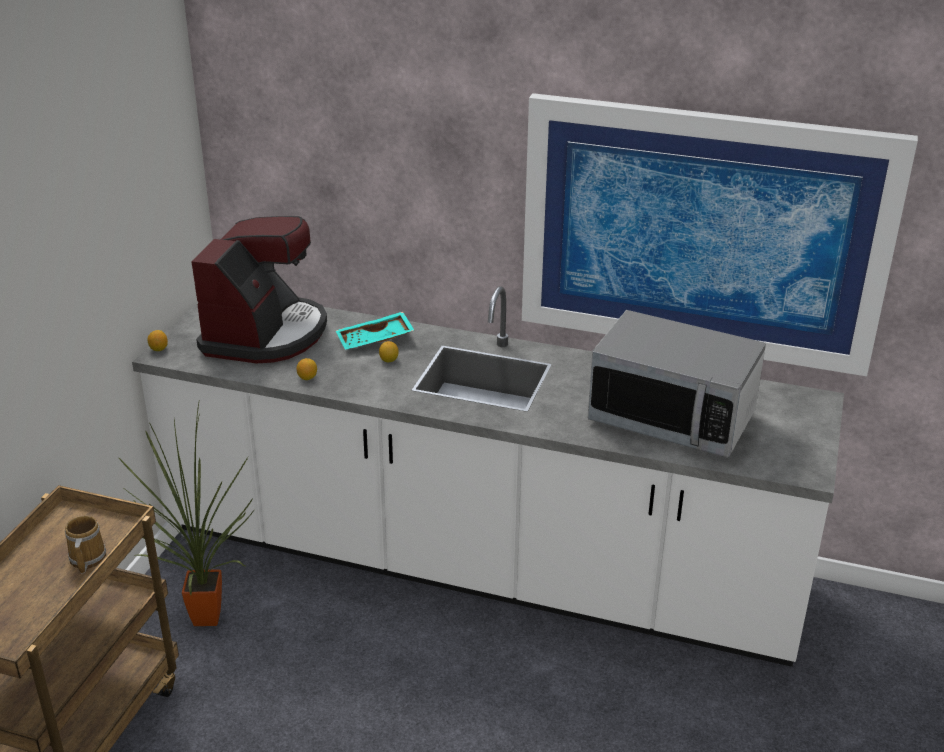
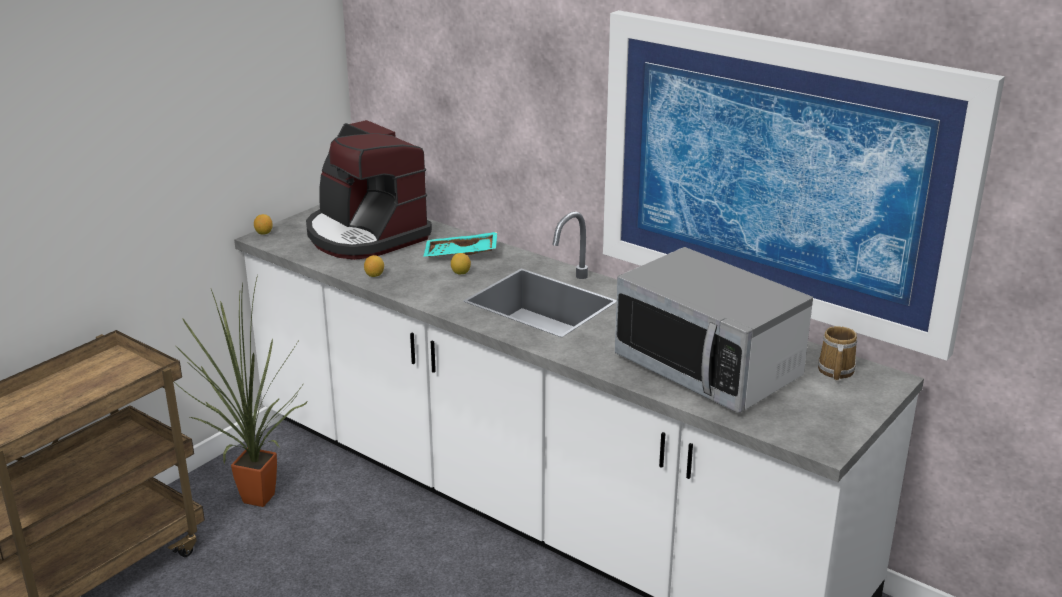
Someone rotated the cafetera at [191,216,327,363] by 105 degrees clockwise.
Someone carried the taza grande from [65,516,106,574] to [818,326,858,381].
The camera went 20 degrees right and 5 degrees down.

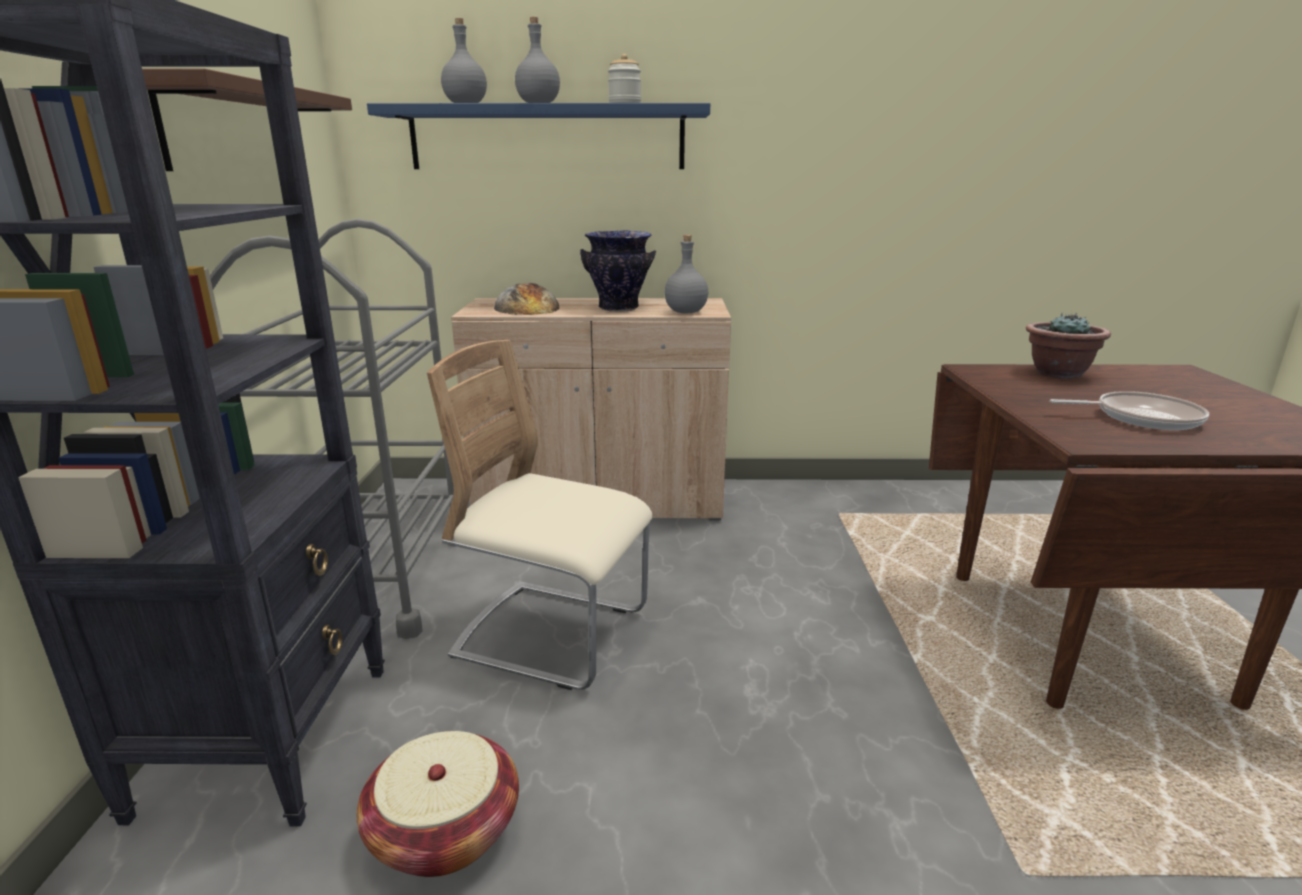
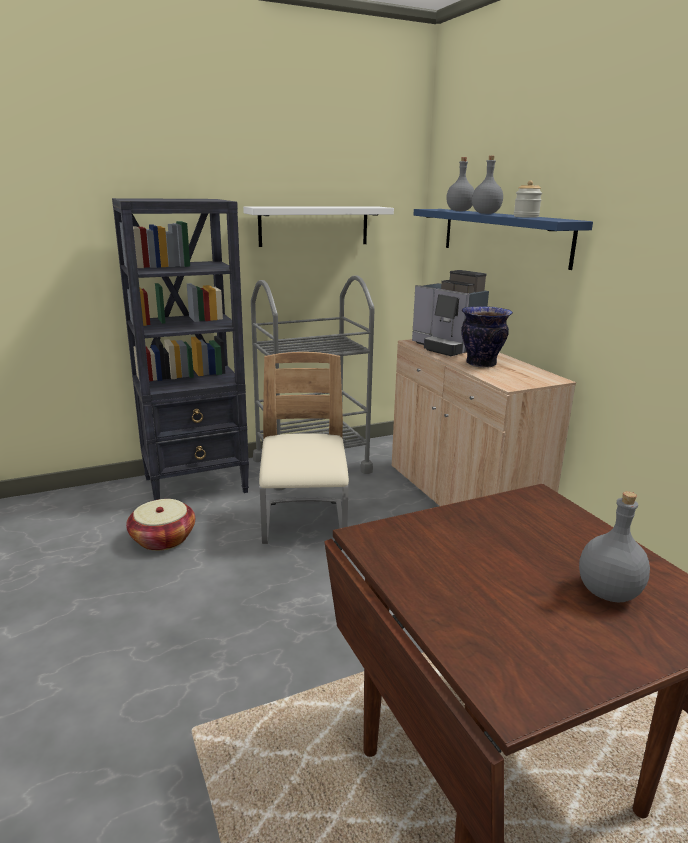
Someone repainted the estante/marrón at [142,68,352,171], which became the estante/blanco at [243,206,394,247].
Someone carried the botella/gris from [665,235,708,313] to [579,491,650,603].
Someone swapped the pan at [494,283,559,315] for the cafetera at [412,270,489,356].
Someone took away the planta en maceta at [1026,313,1111,379].
Someone took away the sartén at [1050,391,1209,430].
The camera went 65 degrees right and 0 degrees up.

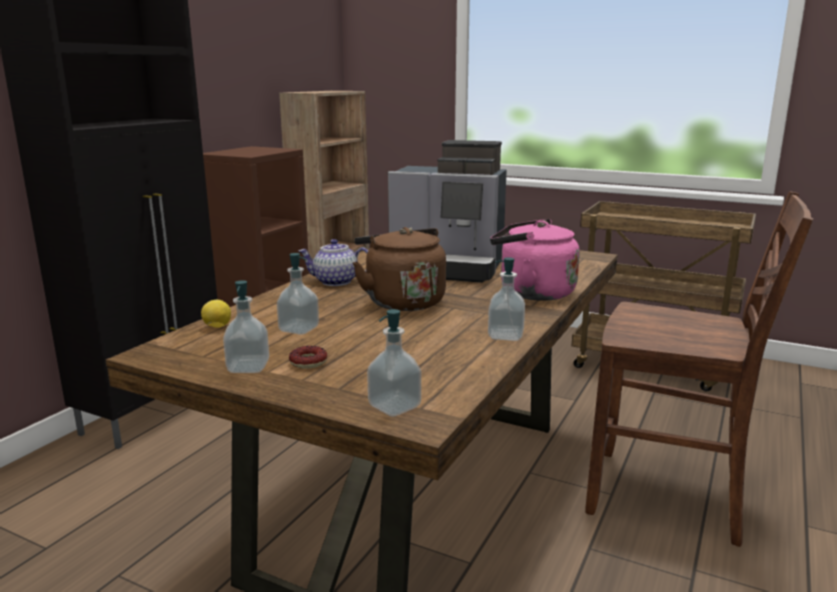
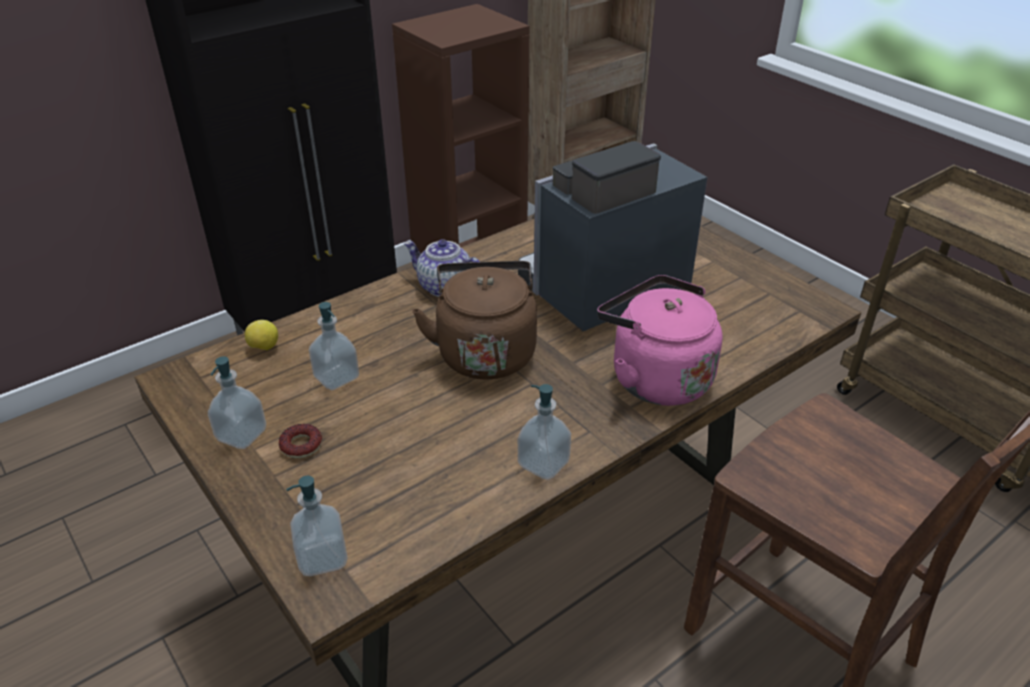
Someone rotated the cafetera at [388,140,507,283] by 105 degrees clockwise.
The camera went 25 degrees right and 20 degrees up.

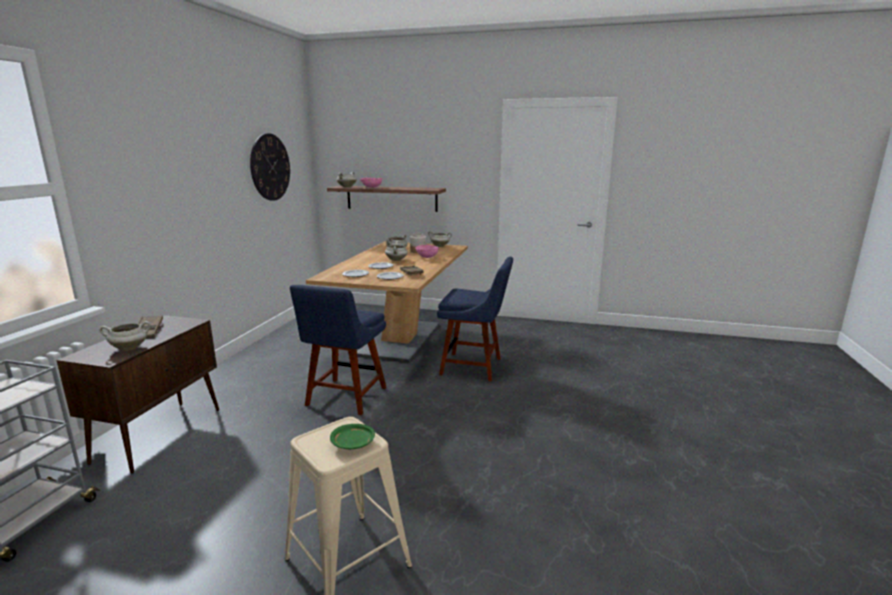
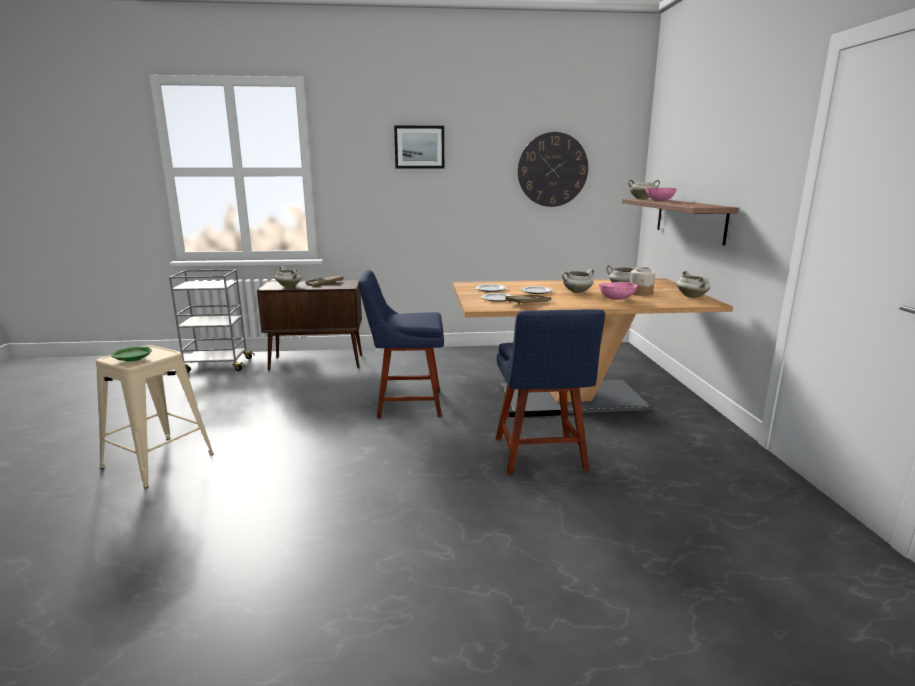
Someone put up the cuadro at [394,125,444,168].
The camera went 70 degrees right and 0 degrees up.

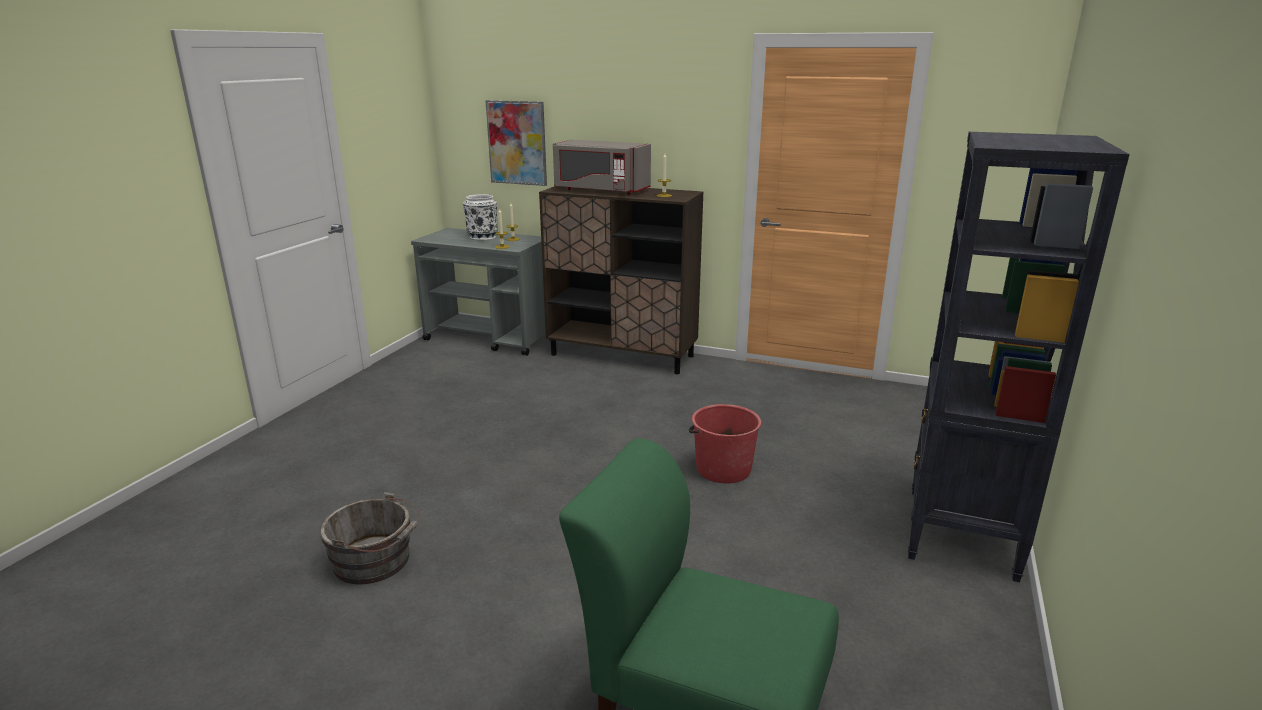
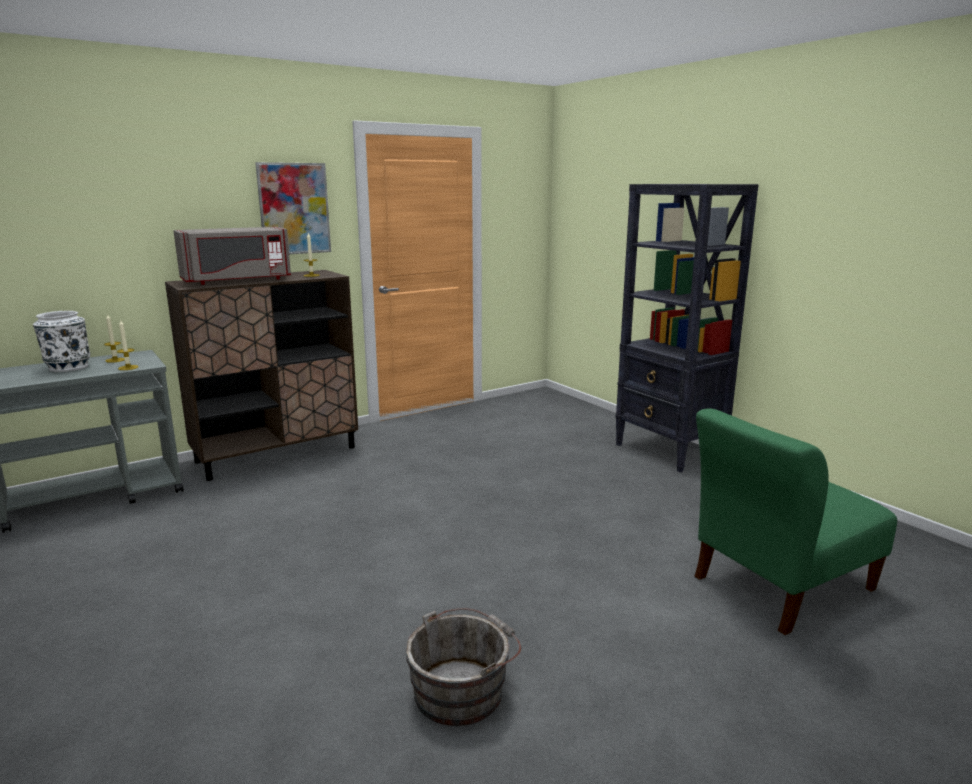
Someone carried the cuadro from [485,100,547,186] to [255,162,331,254].
Someone took away the cubo/rojo at [689,404,761,484].
The camera went 55 degrees left and 5 degrees down.

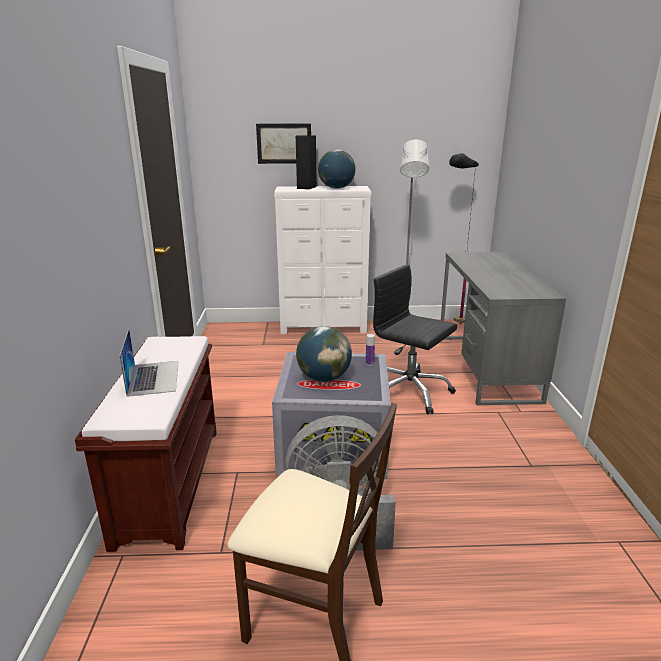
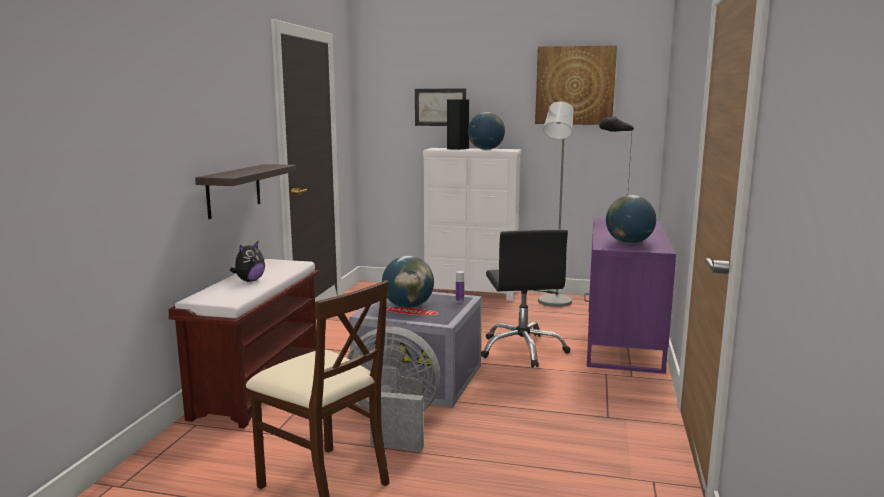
Someone repainted the escritorio/gris at [441,252,566,405], which became the escritorio/morado at [584,217,676,374].
Someone rotated the silla de oficina/negro at [373,264,457,414] by 150 degrees counterclockwise.
Someone swapped the portátil at [120,329,179,397] for the peluche at [230,241,265,282].
Someone put up the cuadro at [535,46,617,125].
Someone put up the estante at [195,164,296,219].
Someone put down the globo terráqueo at [606,195,656,244].
The camera went 15 degrees right and 10 degrees down.

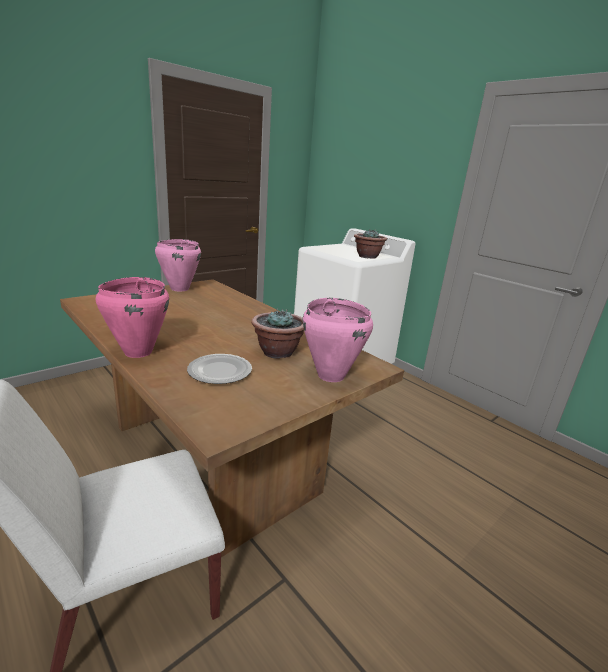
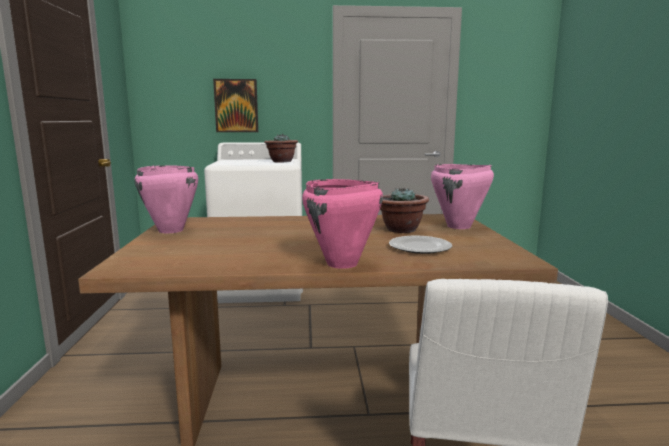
Someone put up the cuadro at [213,79,258,132].
The camera went 50 degrees left and 10 degrees down.

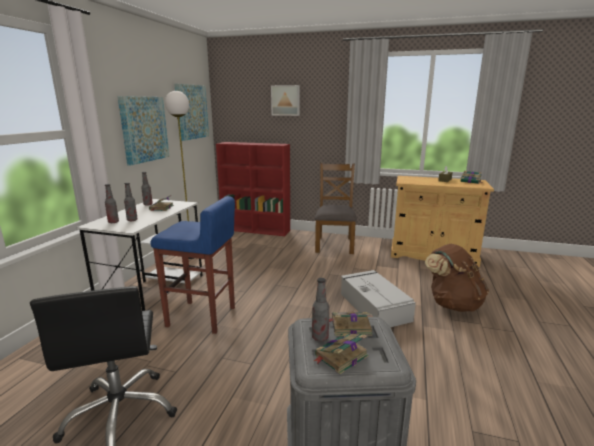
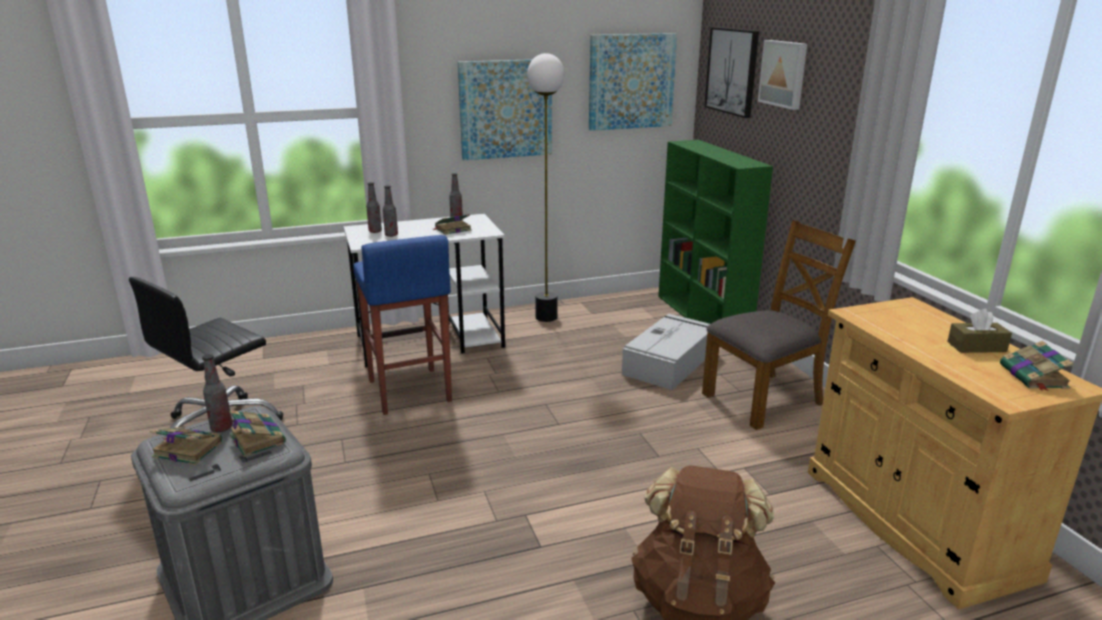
Someone repainted the estantería/rojo at [216,142,290,236], which became the estantería/verde at [658,140,773,324].
Someone carried the caja de almacenaje/gris from [341,270,416,327] to [622,314,710,390].
Someone put up the cuadro at [704,27,759,118].
The camera went 55 degrees right and 5 degrees up.

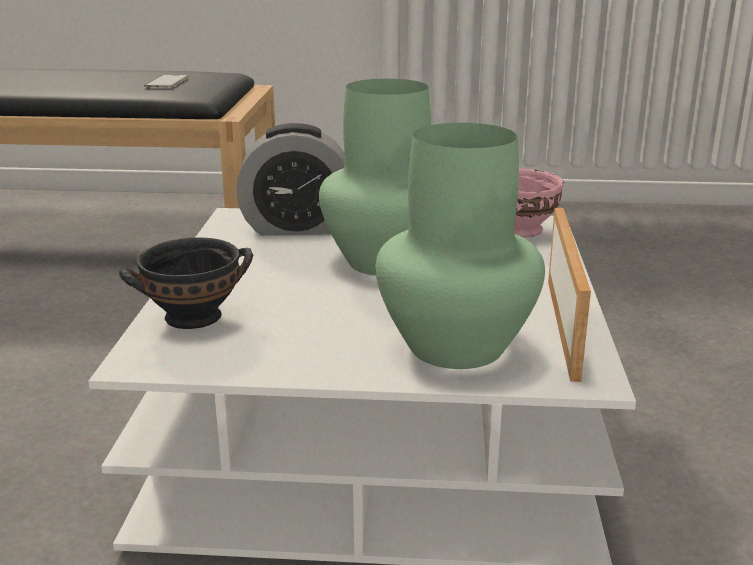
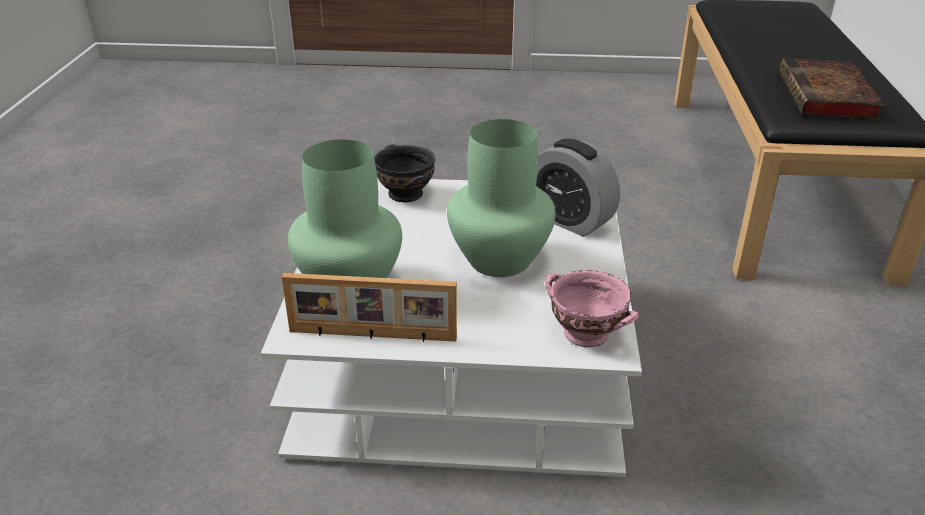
Someone swapped the móvil at [144,75,189,88] for the libro at [779,58,885,120].
Someone rotated the despertador at [236,123,345,236] by 45 degrees counterclockwise.
The camera went 90 degrees right and 10 degrees up.

